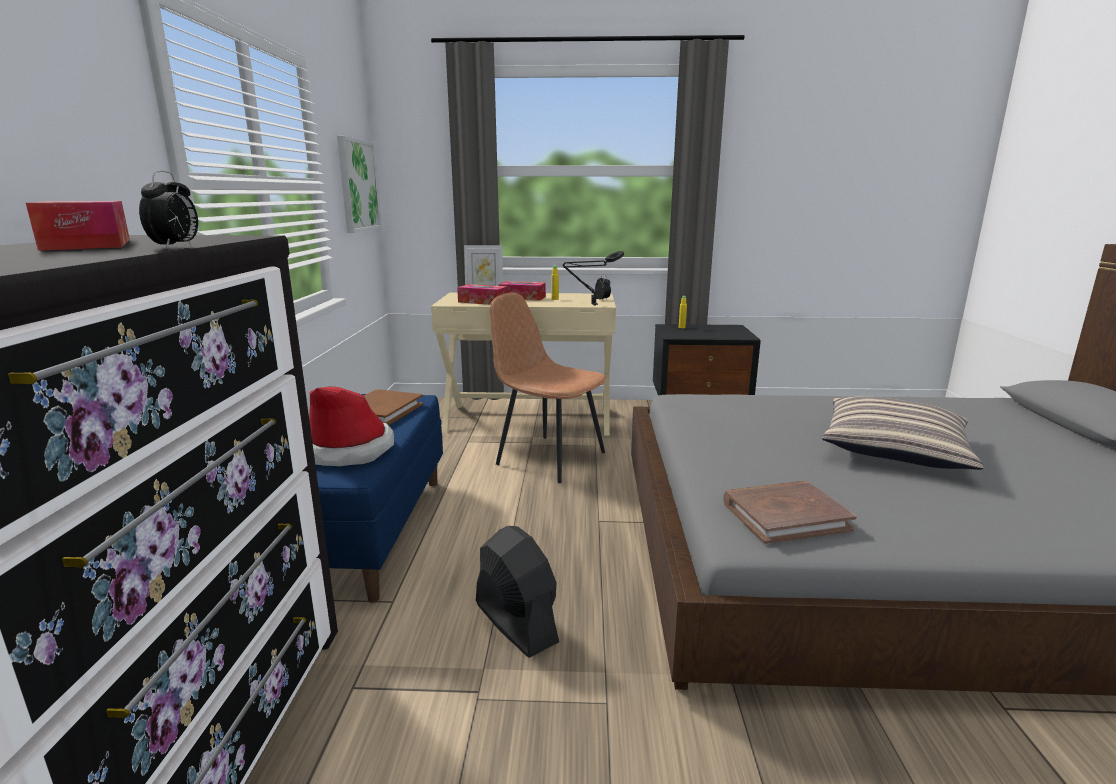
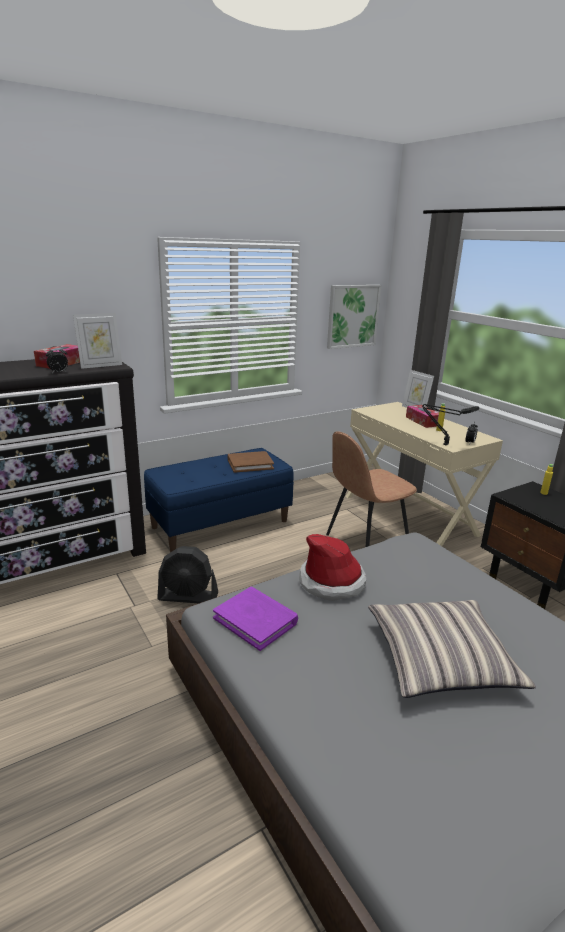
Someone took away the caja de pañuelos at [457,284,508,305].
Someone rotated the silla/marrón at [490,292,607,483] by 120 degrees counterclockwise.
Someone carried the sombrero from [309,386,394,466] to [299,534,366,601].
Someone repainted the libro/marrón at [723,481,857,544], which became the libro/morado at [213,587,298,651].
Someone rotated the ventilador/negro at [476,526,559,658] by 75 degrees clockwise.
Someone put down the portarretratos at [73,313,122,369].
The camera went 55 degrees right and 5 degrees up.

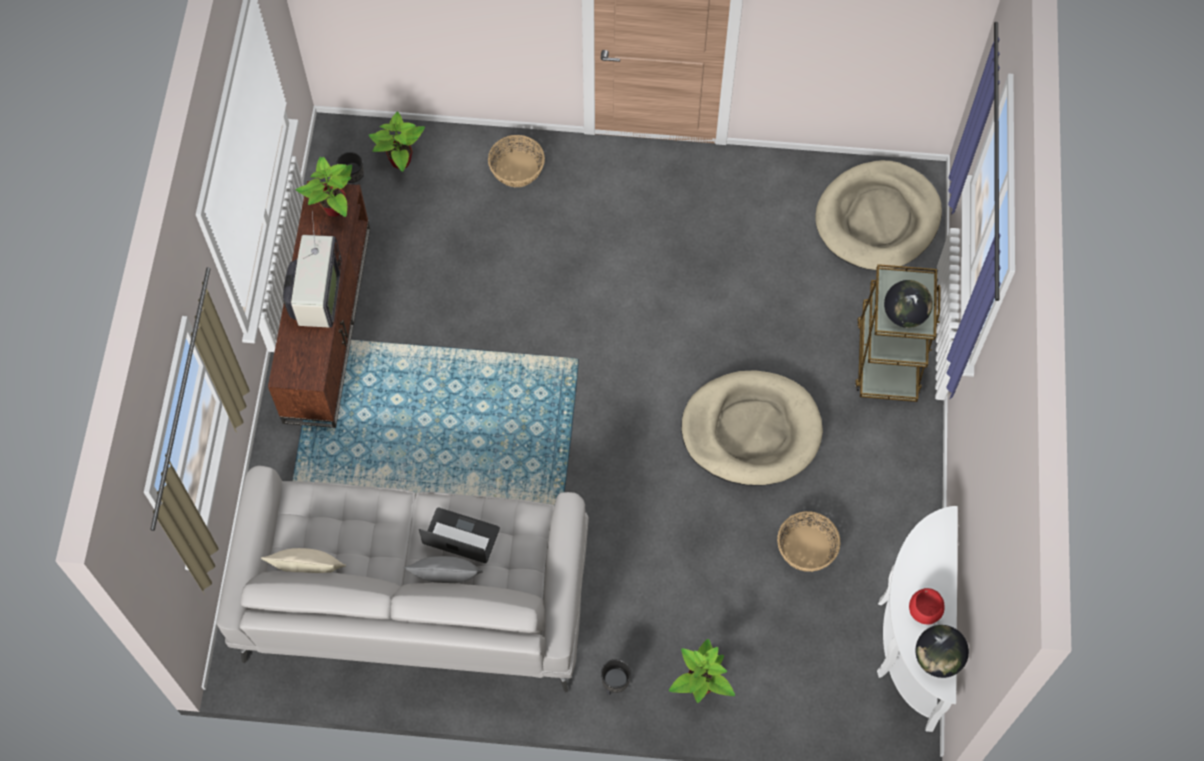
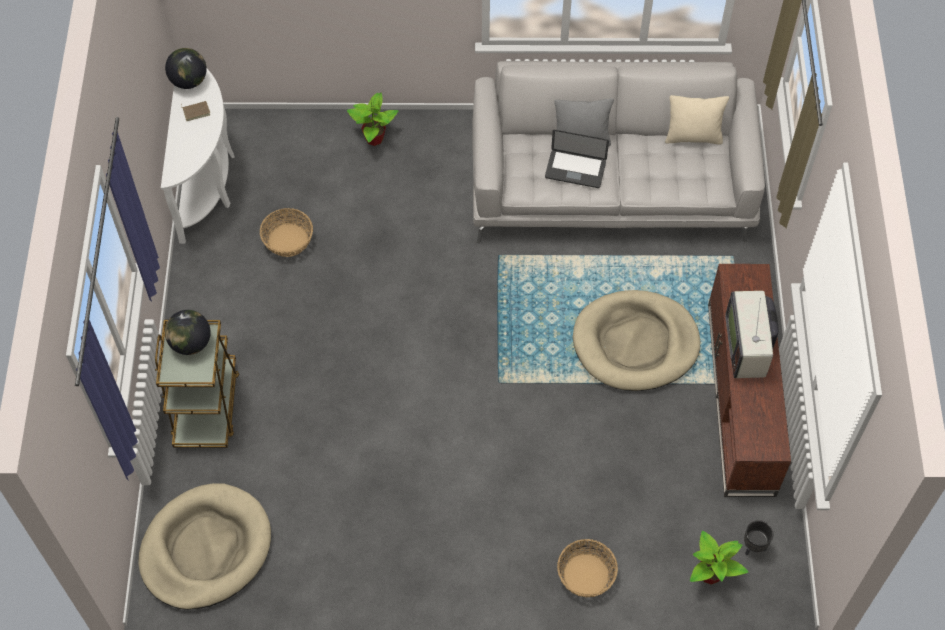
Someone took away the planta en maceta at [296,157,352,217].
Someone carried the cama para perro/beis from [681,370,823,486] to [573,290,700,391].
Someone swapped the cuenco/rojo at [909,588,945,625] for the libro/marrón at [181,101,210,121].
Someone took away the maceta/negro at [601,659,631,696].
The camera went 175 degrees right and 5 degrees down.

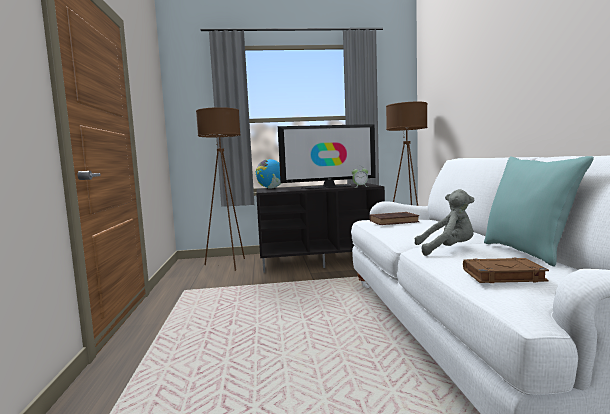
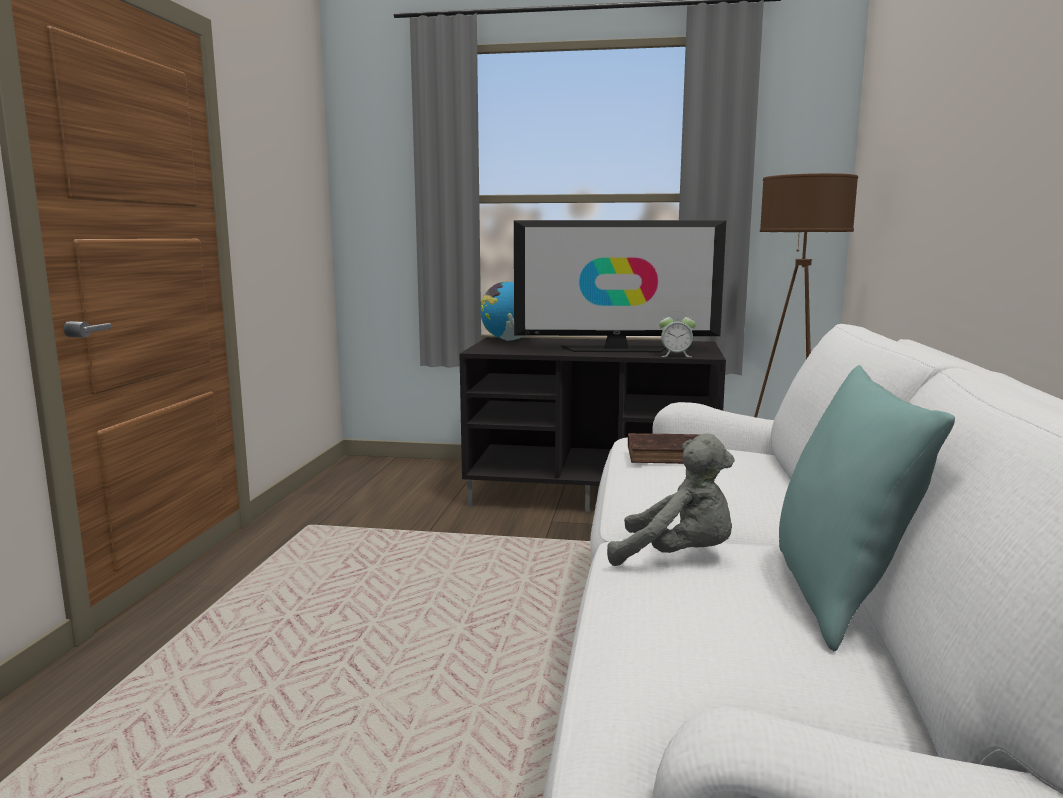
Someone took away the lámpara de pie/marrón at [196,107,245,271].
Someone took away the libro/marrón at [463,258,549,283].
The camera went 15 degrees right and 5 degrees up.

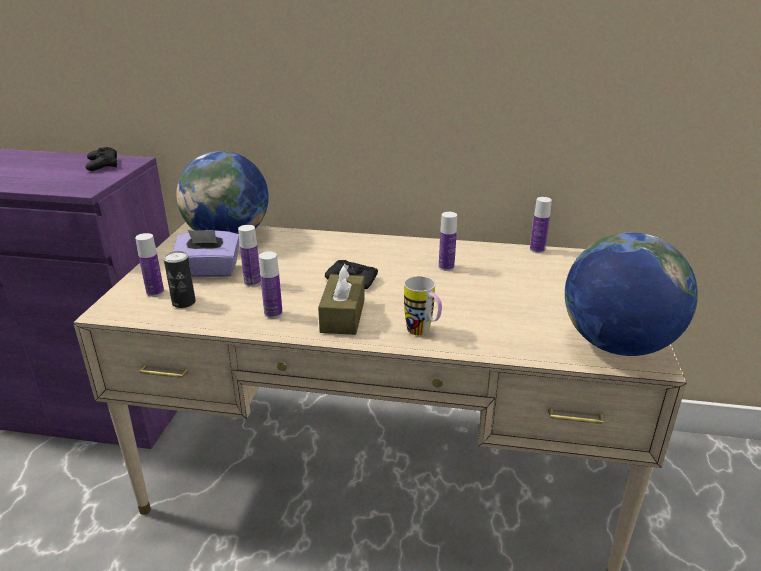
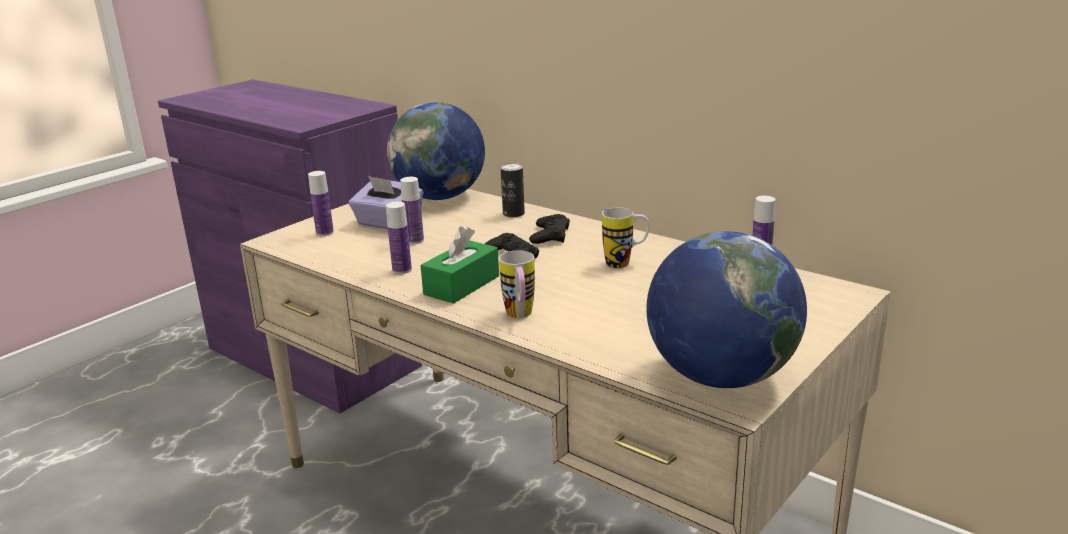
Someone carried the mando de consola/negro from [86,147,117,171] to [529,214,570,244].
Someone swapped the botella at [439,212,457,271] for the taza grande at [602,207,649,268].
Someone carried the lata from [164,251,196,308] to [501,163,525,217].
Someone repainted the caja de pañuelos/marrón at [318,264,365,335], which became the caja de pañuelos/verde at [420,227,499,304].
The camera went 30 degrees right and 5 degrees down.

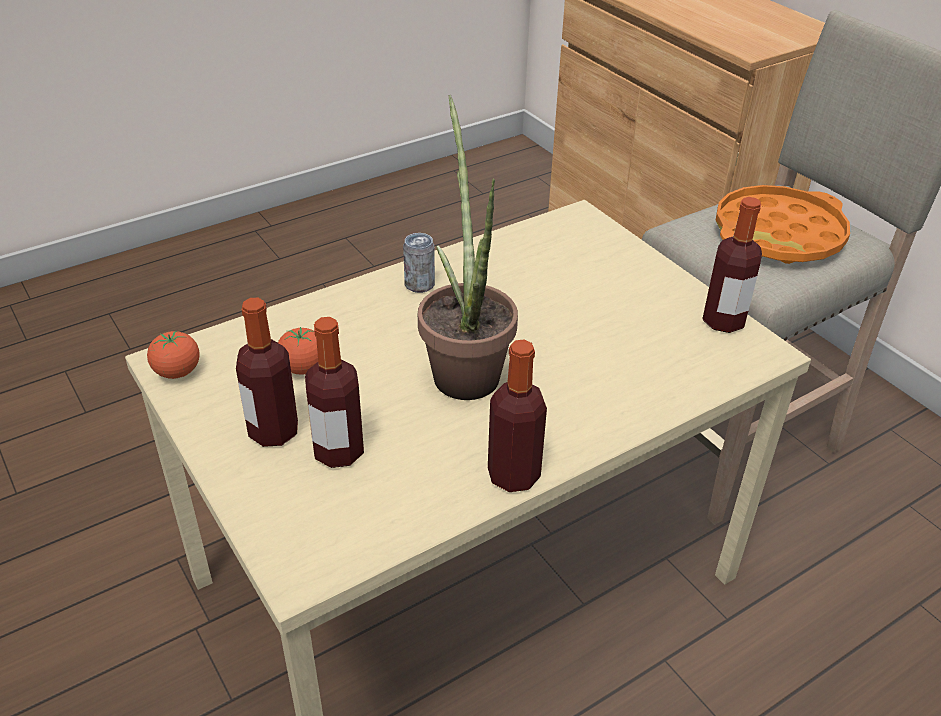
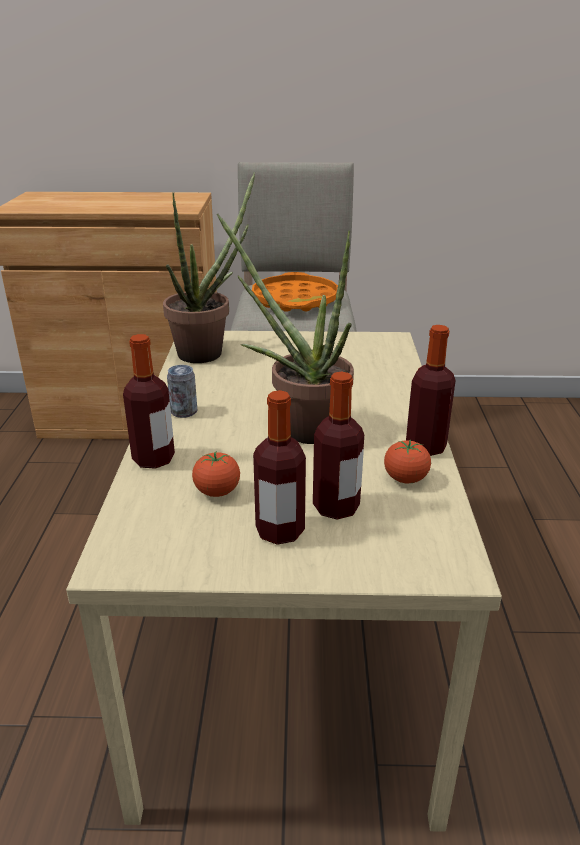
Someone carried the botella from [702,197,762,333] to [123,334,175,469].
Someone carried the tomate from [147,331,200,379] to [384,440,431,483].
Someone put down the planta en maceta at [163,172,255,363].
The camera went 55 degrees left and 10 degrees down.

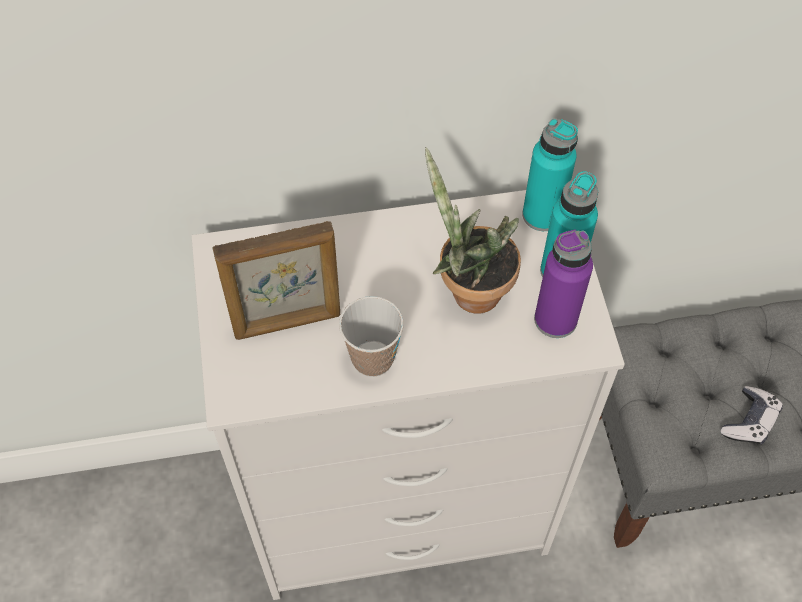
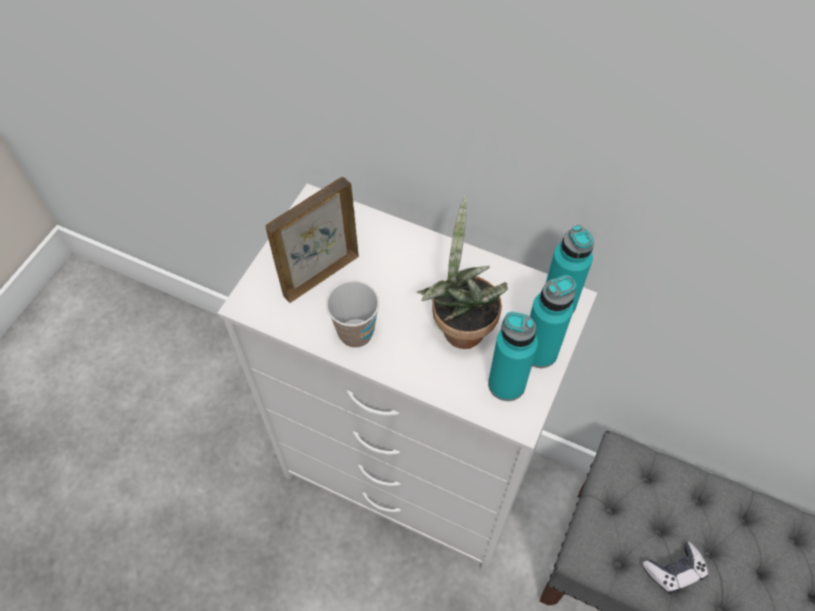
Someone rotated the portarretratos at [212,221,340,340] by 120 degrees clockwise.
Someone repainted the botella/morado at [534,230,593,338], which became the botella/turquesa at [488,311,538,401].
The camera went 35 degrees right and 0 degrees up.

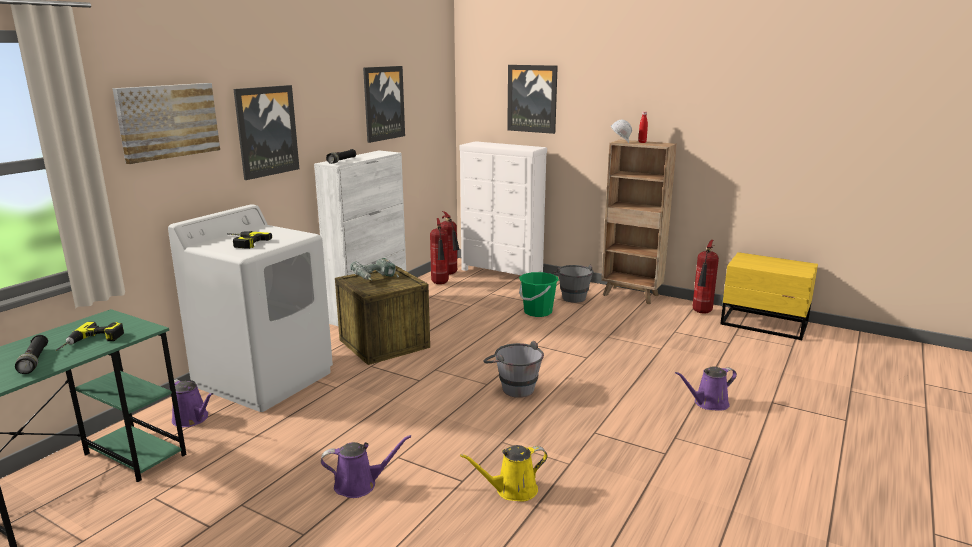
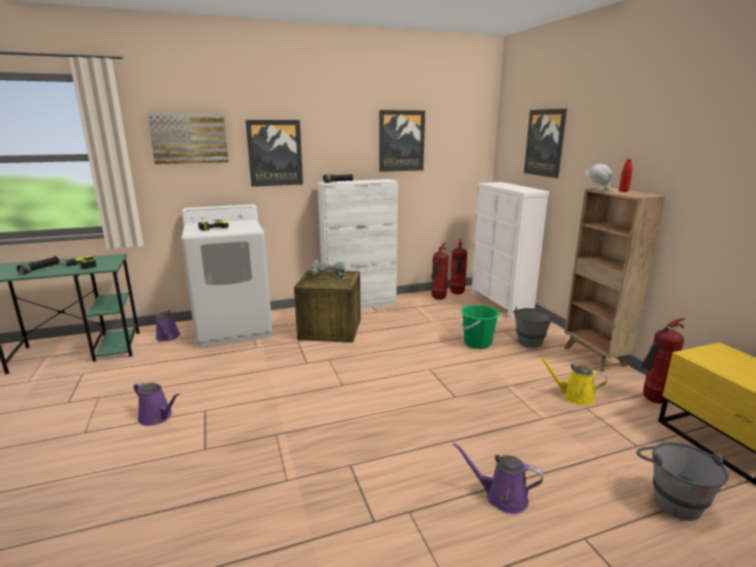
Someone carried the cubo/gris from [484,341,544,398] to [636,442,729,521].
Someone carried the regadera/amarillo from [460,445,548,502] to [539,356,607,406].
The camera went 40 degrees right and 0 degrees up.

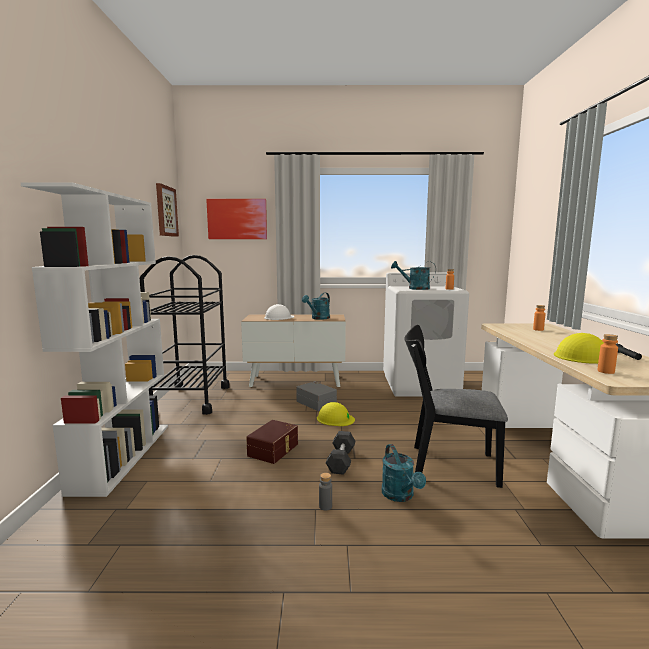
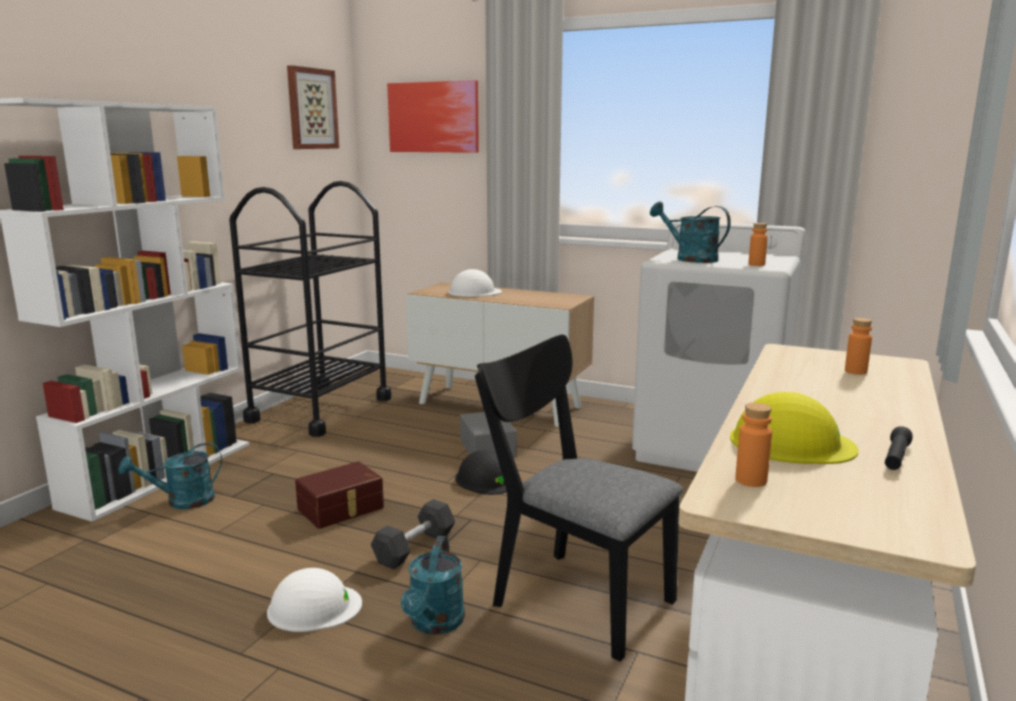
Someone carried the regadera/turquesa from [302,293,330,320] to [118,443,222,509].
Someone repainted the casco/amarillo at [317,402,355,426], which became the casco/negro at [455,450,507,495].
Someone swapped the botella/gris at [319,473,332,511] for the casco/blanco at [267,568,362,632].
The camera went 25 degrees right and 5 degrees up.

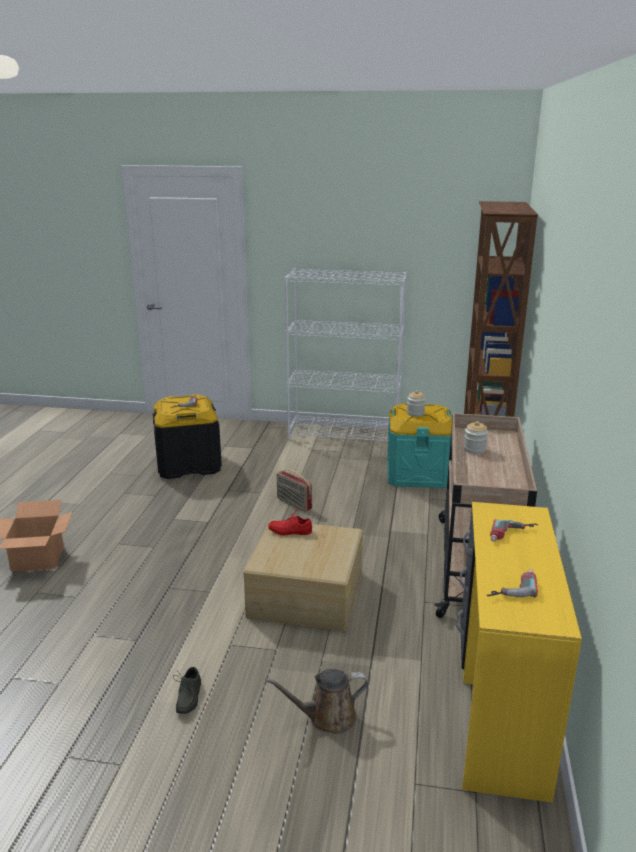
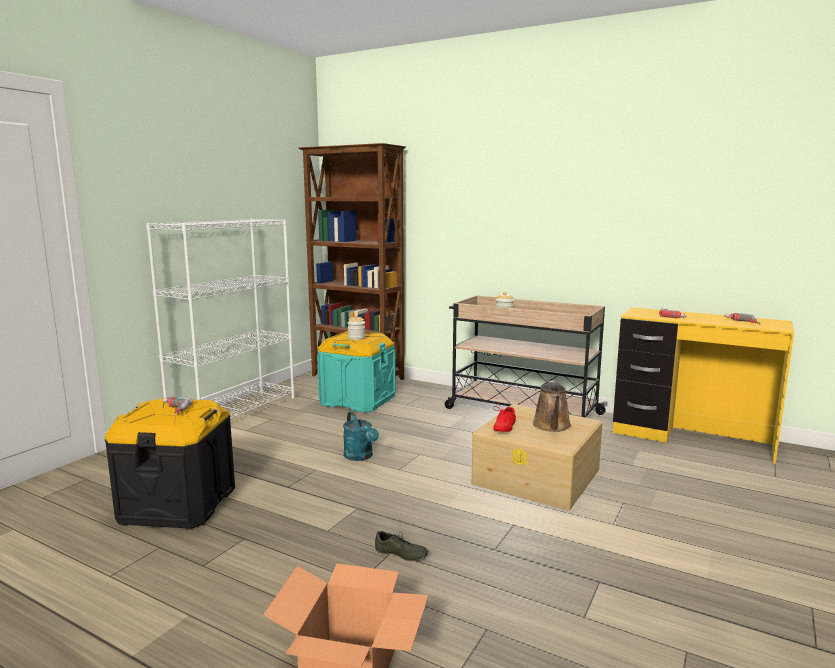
Someone swapped the radio at [277,470,312,512] for the regadera/turquesa at [343,412,379,461].
Someone carried the zapato/gris from [173,667,201,714] to [375,531,428,561].
Someone carried the regadera/marrón from [265,669,368,734] to [533,381,571,432].
The camera went 70 degrees left and 10 degrees down.

